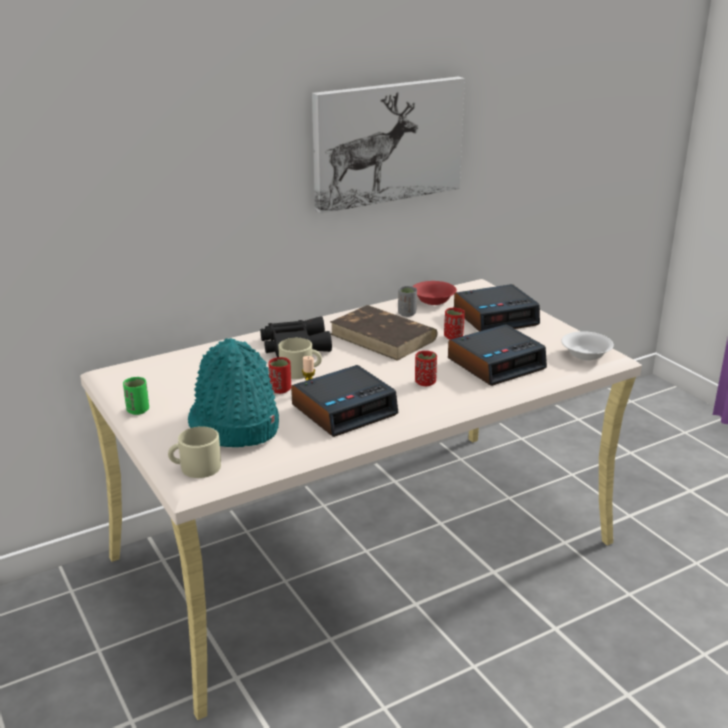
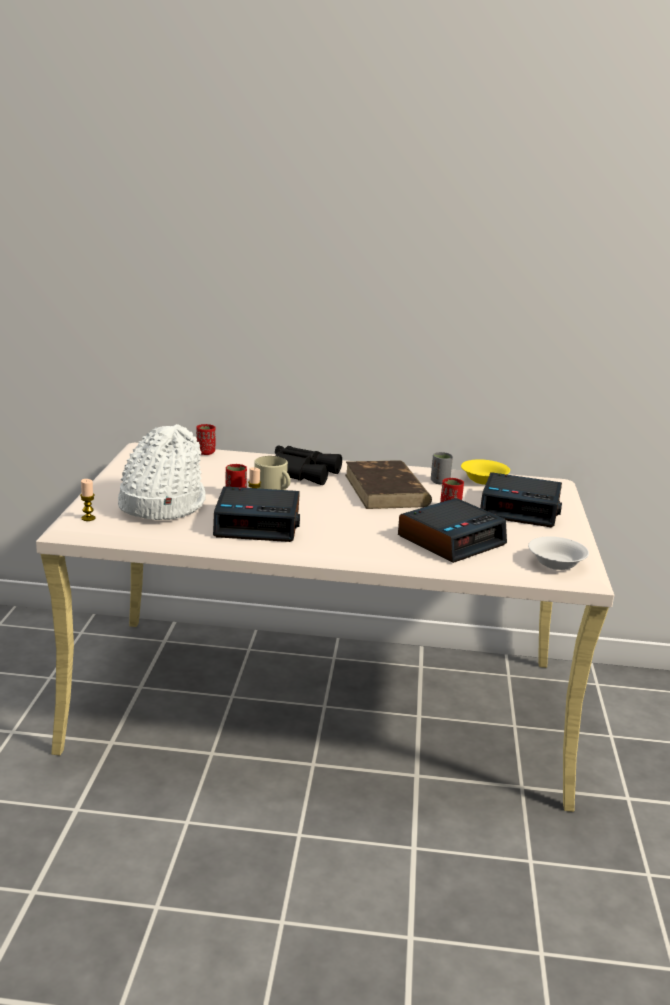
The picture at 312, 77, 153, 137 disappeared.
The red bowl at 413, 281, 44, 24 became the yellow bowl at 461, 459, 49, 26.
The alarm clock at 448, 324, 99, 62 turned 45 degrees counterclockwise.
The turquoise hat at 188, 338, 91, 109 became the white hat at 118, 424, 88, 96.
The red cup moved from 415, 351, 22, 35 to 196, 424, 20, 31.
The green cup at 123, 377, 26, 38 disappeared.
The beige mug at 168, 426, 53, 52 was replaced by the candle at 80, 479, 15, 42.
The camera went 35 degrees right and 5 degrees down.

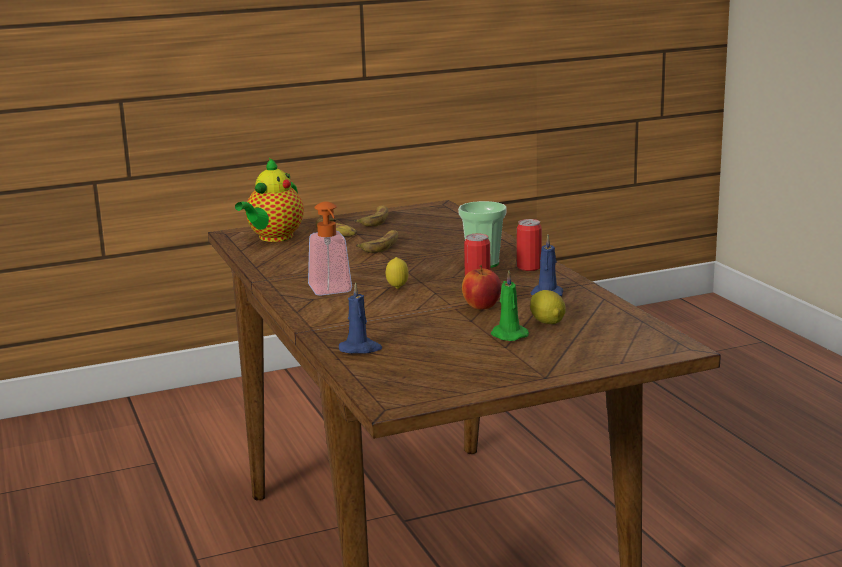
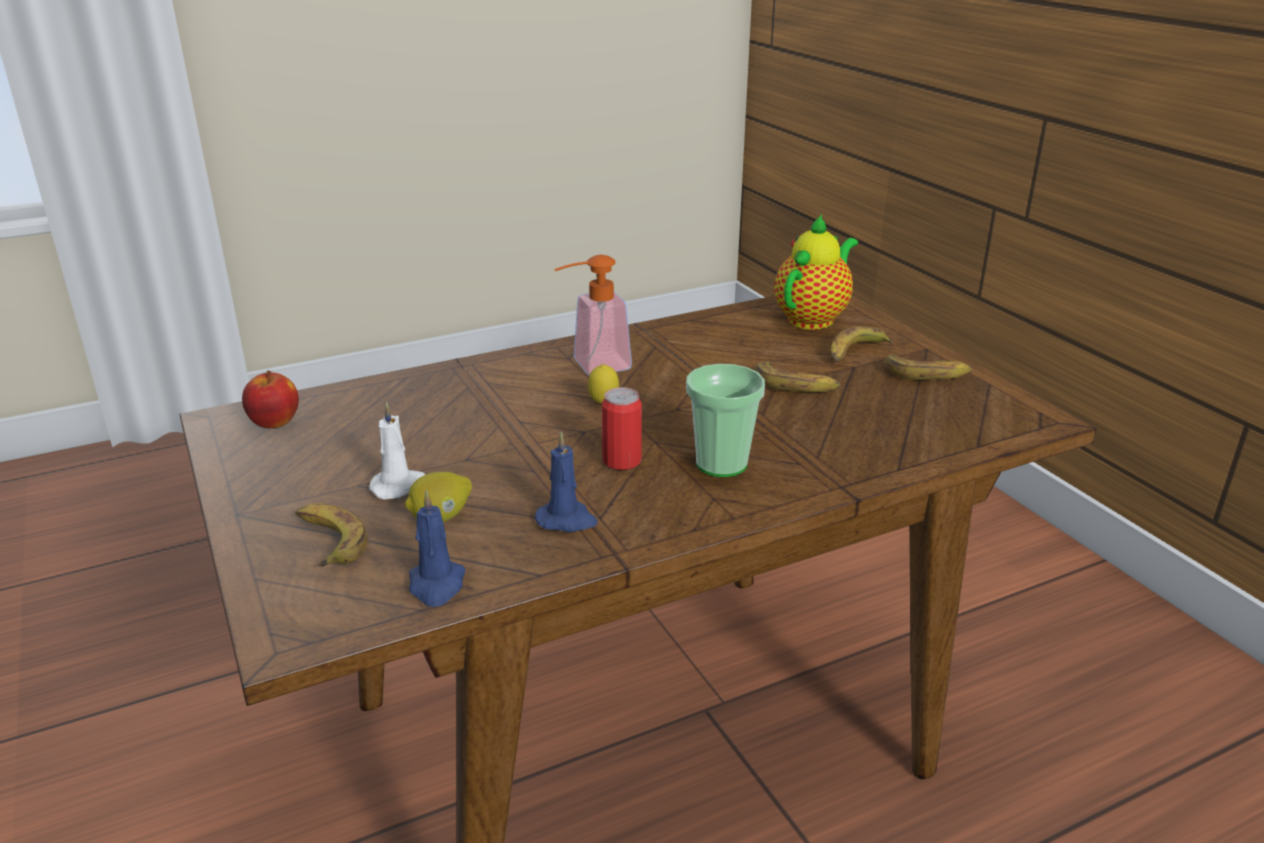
The teapot at 235, 158, 69, 84 turned 105 degrees clockwise.
The can at 517, 219, 25, 52 disappeared.
The apple moved from 462, 265, 39, 44 to 242, 371, 57, 58.
The green candle at 491, 270, 38, 71 became the white candle at 369, 402, 56, 98.
The blue candle moved from 339, 282, 43, 72 to 409, 490, 57, 117.
The banana at 295, 503, 73, 64 appeared.
The camera went 85 degrees right and 10 degrees up.

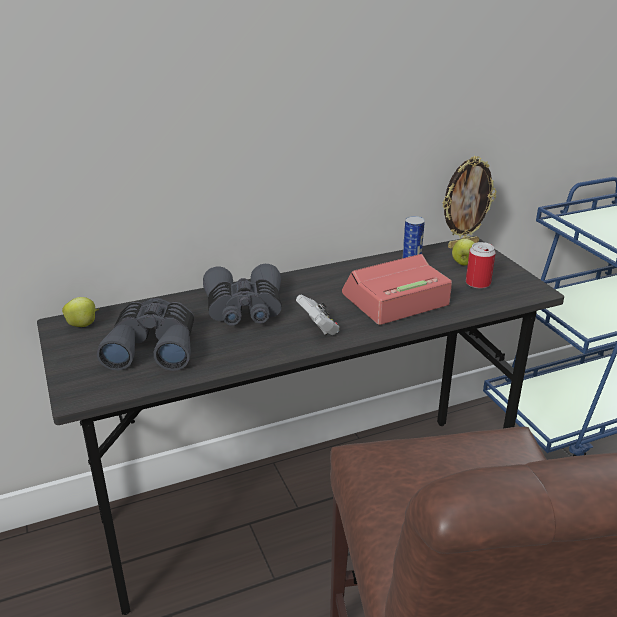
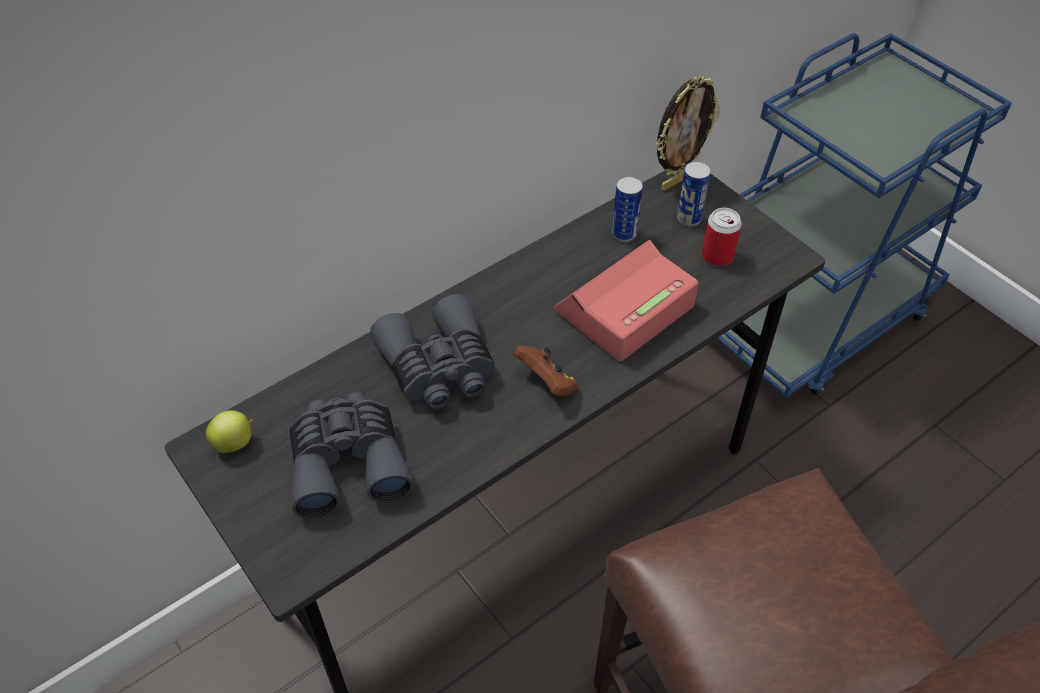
The apple at 452, 239, 22, 26 was replaced by the can at 677, 161, 34, 66.
The white game controller at 296, 295, 44, 40 became the brown game controller at 513, 346, 64, 51.
The camera went 15 degrees left and 20 degrees up.

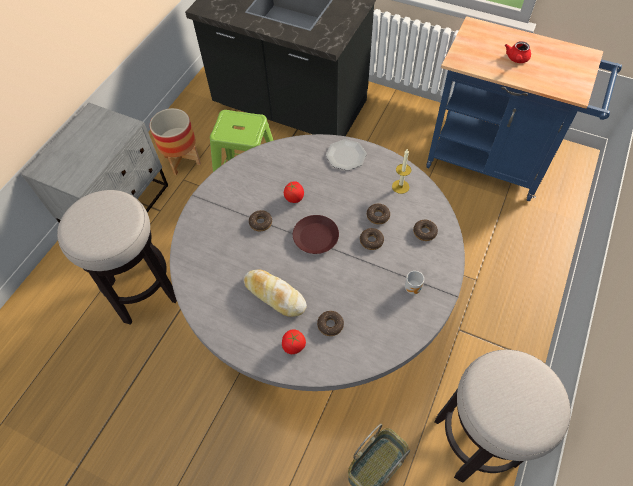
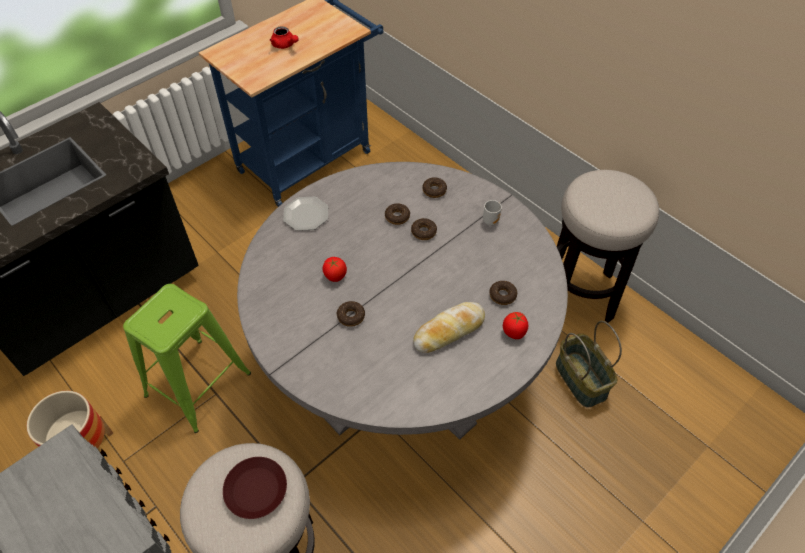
The candle at 392, 149, 19, 45 disappeared.
The brown plate moved from 293, 215, 46, 39 to 223, 457, 64, 62.
The camera went 70 degrees left and 5 degrees down.

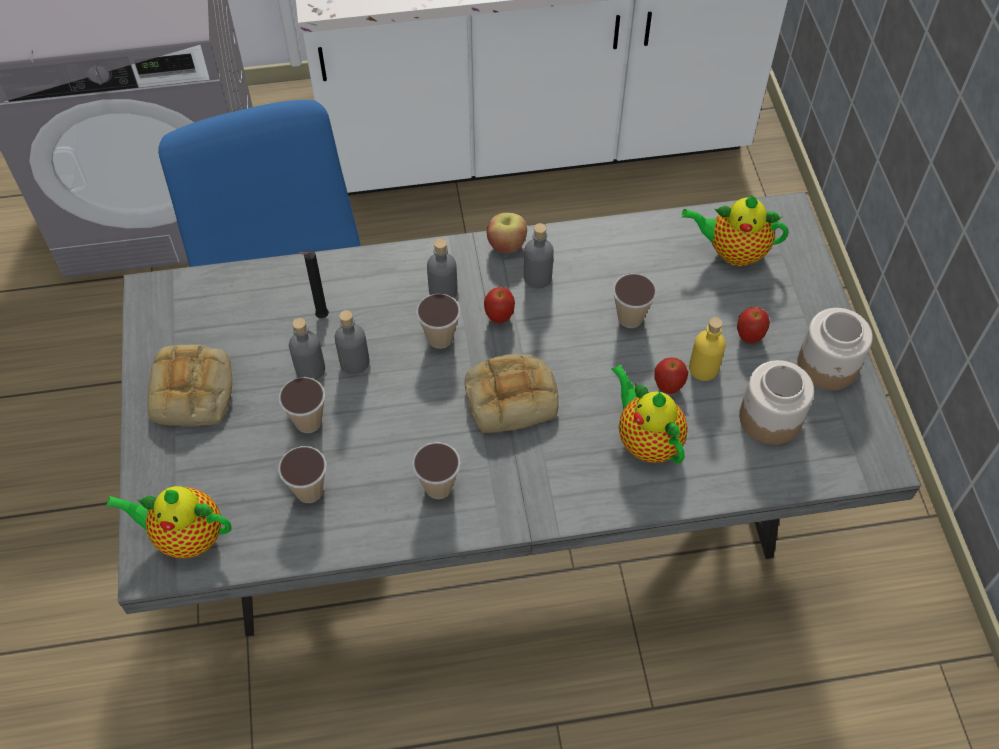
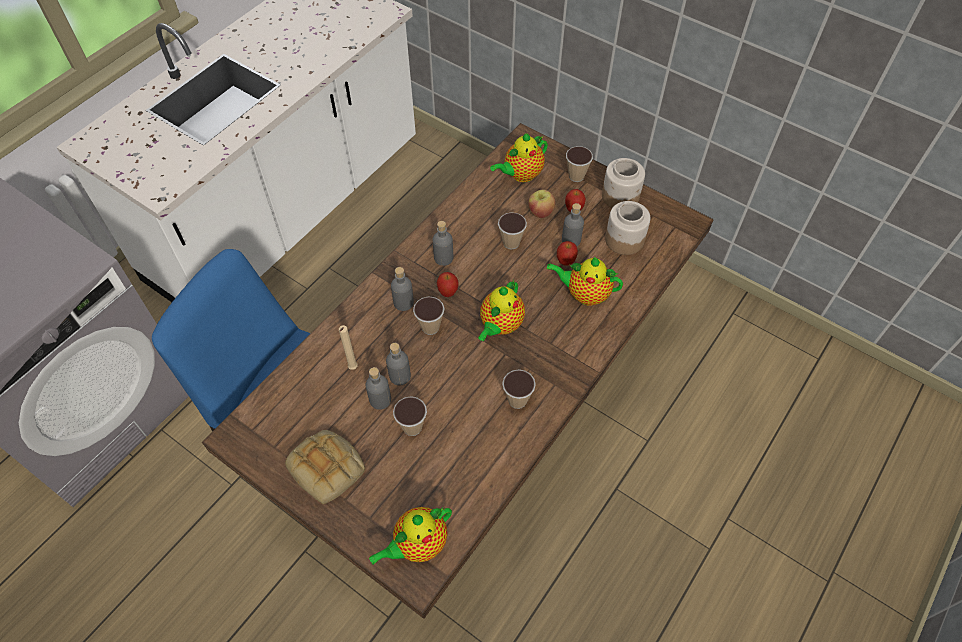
The grey dining table at 118, 192, 803, 444 became the brown dining table at 202, 123, 512, 496.
The apple moved from 487, 213, 40, 40 to 528, 189, 27, 29.
The black candle at 298, 251, 31, 67 became the beige candle at 339, 325, 19, 45.
The yellow bottle at 689, 317, 37, 64 became the grey bottle at 562, 203, 22, 43.
The bread at 464, 354, 95, 79 was replaced by the teapot at 478, 280, 47, 61.
The cup moved from 278, 446, 49, 57 to 566, 146, 27, 36.
The camera went 45 degrees left and 0 degrees up.

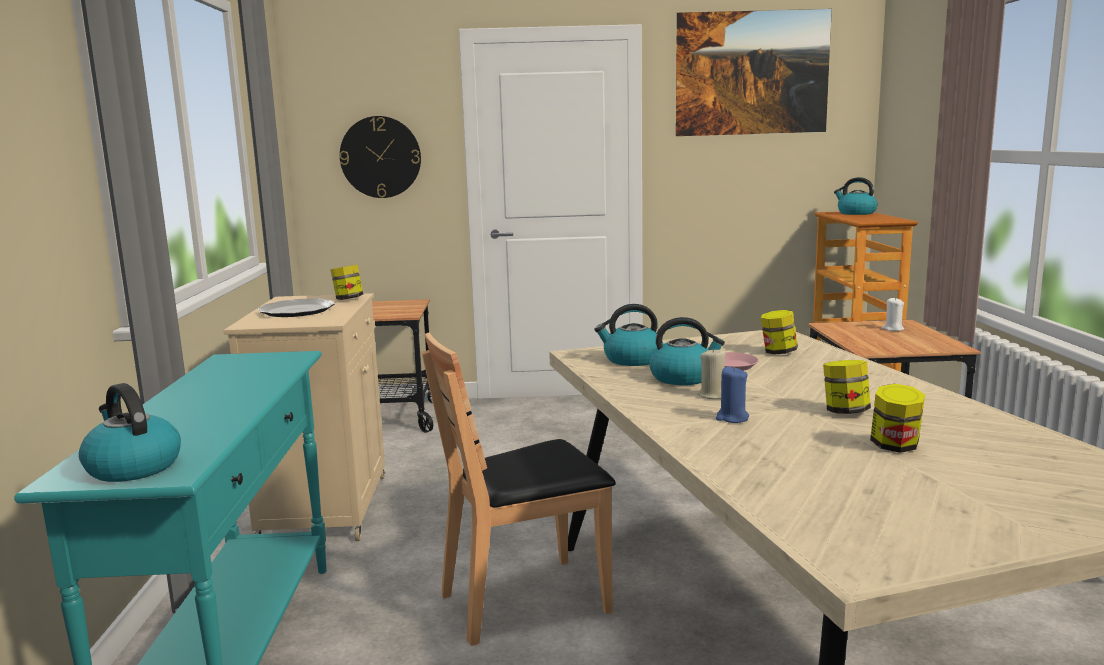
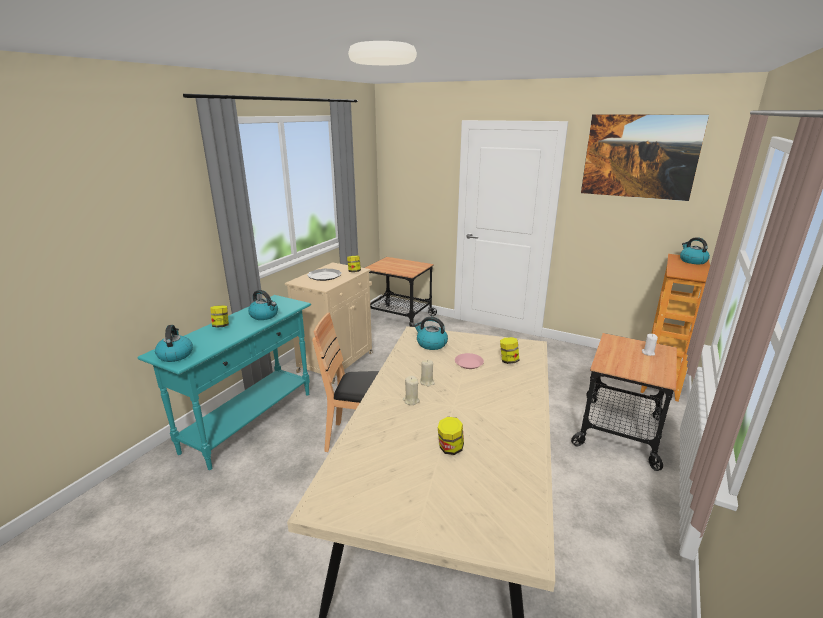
The wall clock at 340, 116, 81, 82 disappeared.
The kettle moved from 649, 317, 76, 68 to 248, 290, 30, 30.
The jar moved from 823, 360, 48, 54 to 210, 305, 19, 22.
The blue candle at 716, 366, 33, 57 became the beige candle at 403, 376, 17, 29.
The camera went 30 degrees right and 10 degrees up.

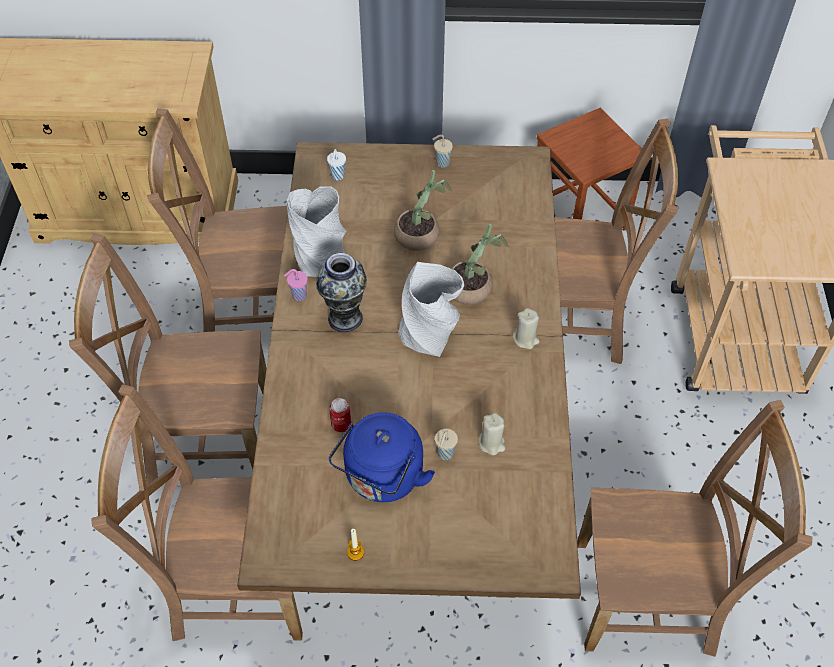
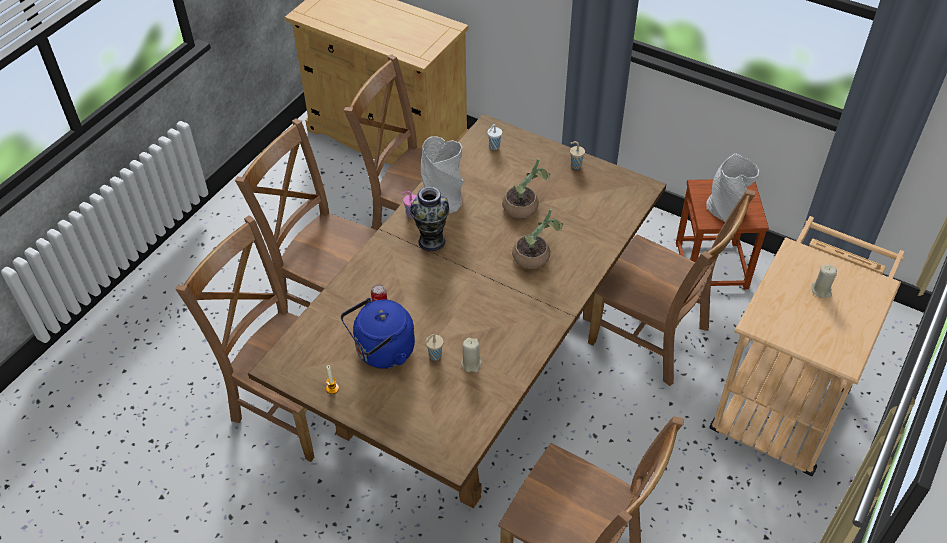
The grey vase moved from 398, 262, 66, 95 to 707, 153, 52, 69.
The beige candle moved from 513, 308, 27, 41 to 812, 264, 25, 34.
The camera went 30 degrees right and 5 degrees down.

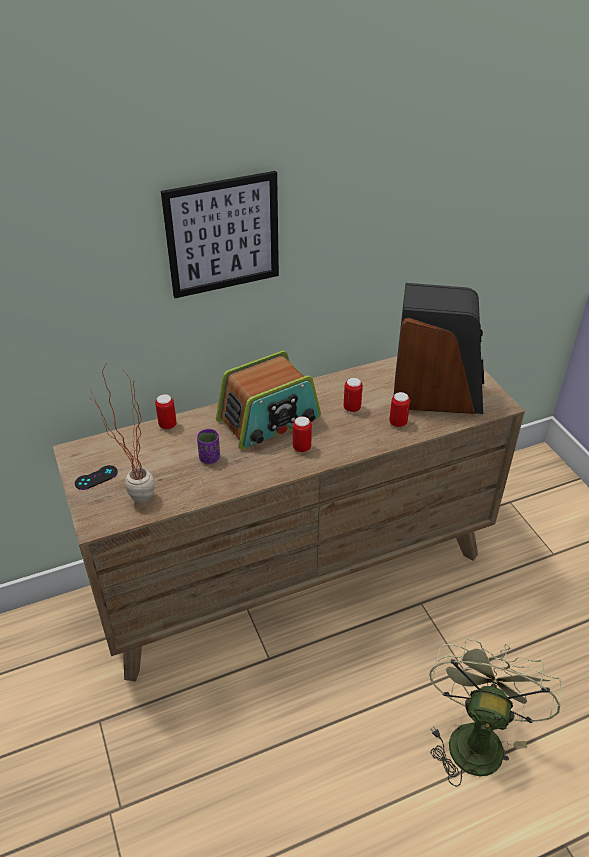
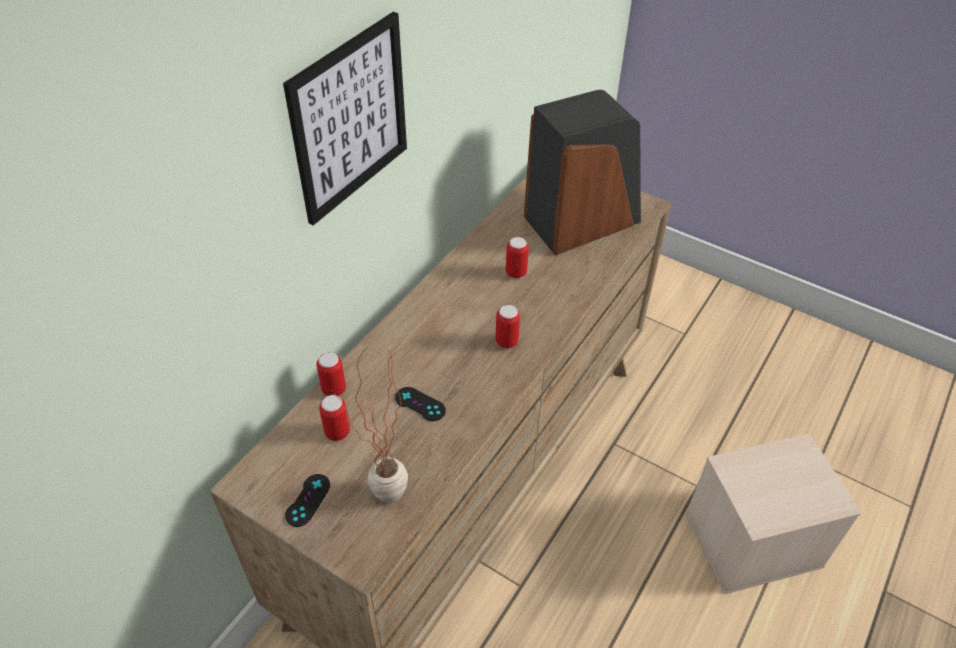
The radio at 216, 350, 105, 100 disappeared.
The can moved from 389, 392, 21, 35 to 319, 395, 31, 46.
The purple cup at 197, 429, 23, 35 was replaced by the black game controller at 395, 387, 51, 34.
The green fan at 429, 638, 133, 149 was replaced by the beige storage box at 685, 433, 177, 161.
The camera went 35 degrees left and 5 degrees up.

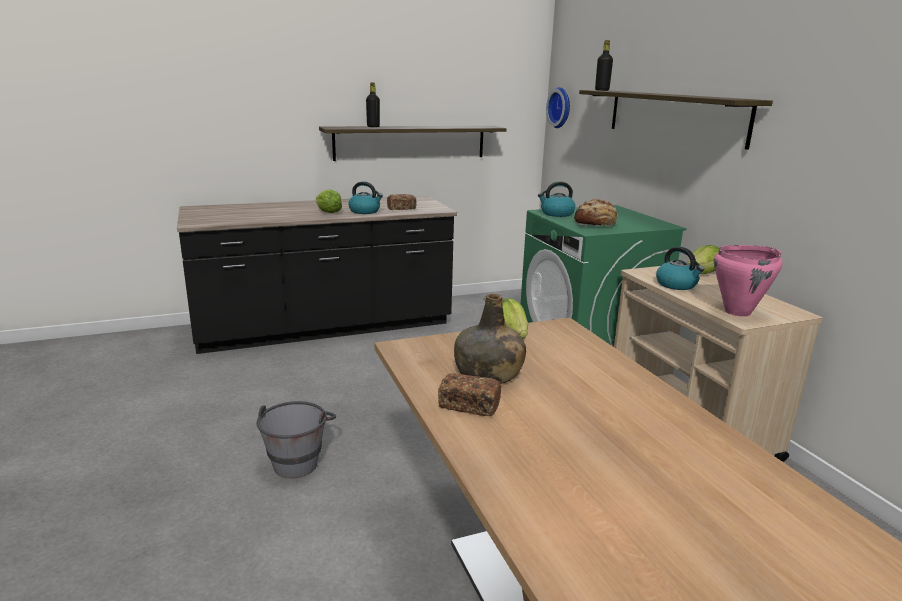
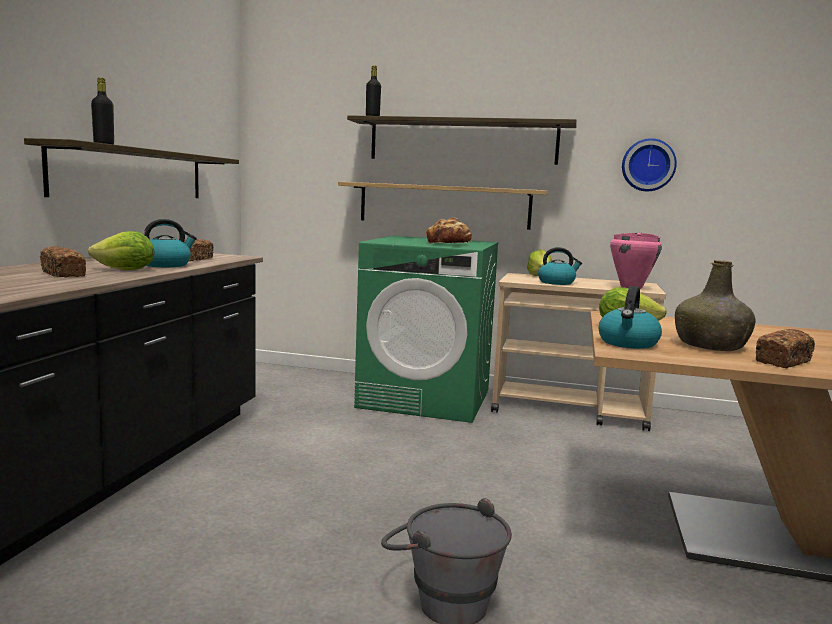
The wall clock moved from 546, 87, 24, 41 to 622, 138, 55, 53.
The kettle moved from 538, 182, 37, 35 to 598, 286, 64, 63.
The shelf at 338, 182, 210, 48 appeared.
The bread at 40, 246, 46, 31 appeared.
The camera went 55 degrees left and 10 degrees down.

